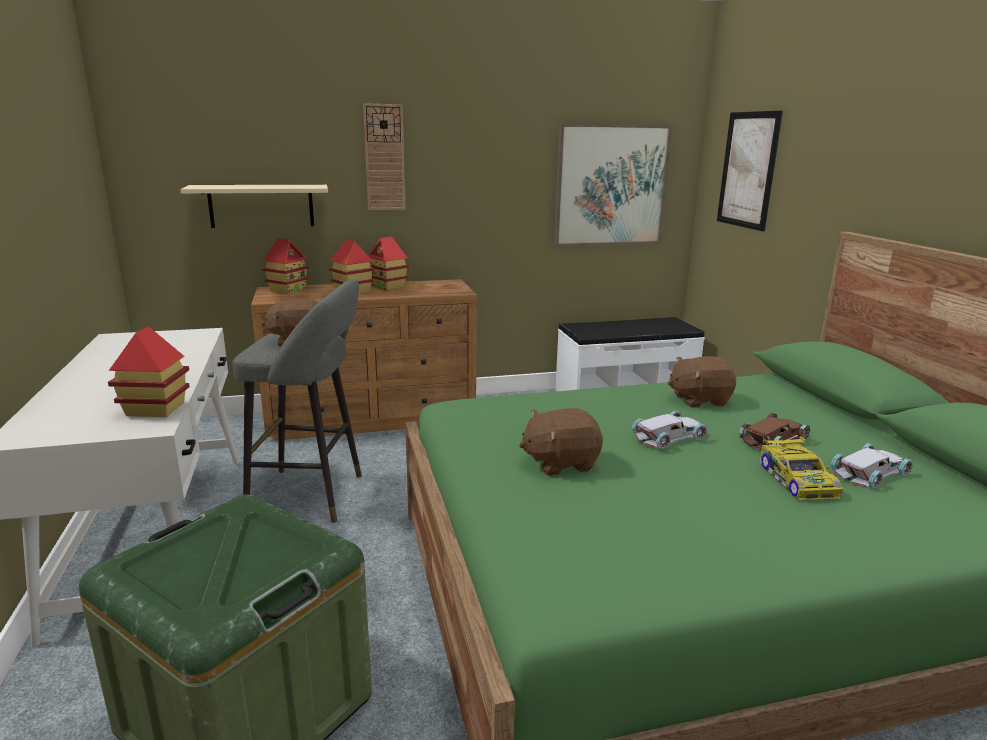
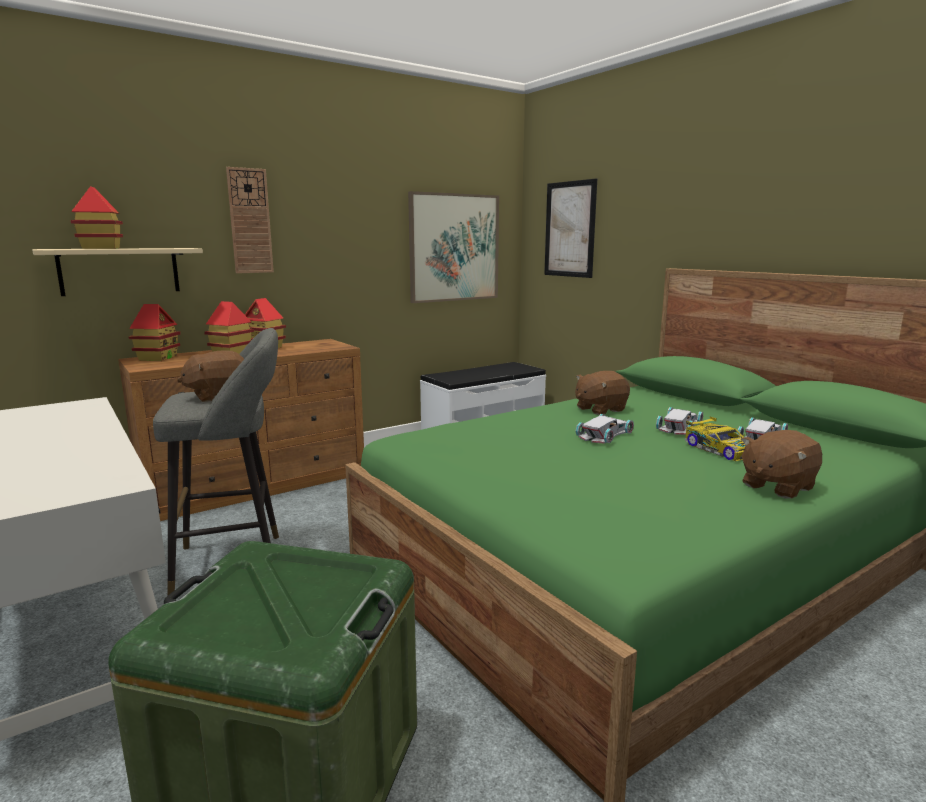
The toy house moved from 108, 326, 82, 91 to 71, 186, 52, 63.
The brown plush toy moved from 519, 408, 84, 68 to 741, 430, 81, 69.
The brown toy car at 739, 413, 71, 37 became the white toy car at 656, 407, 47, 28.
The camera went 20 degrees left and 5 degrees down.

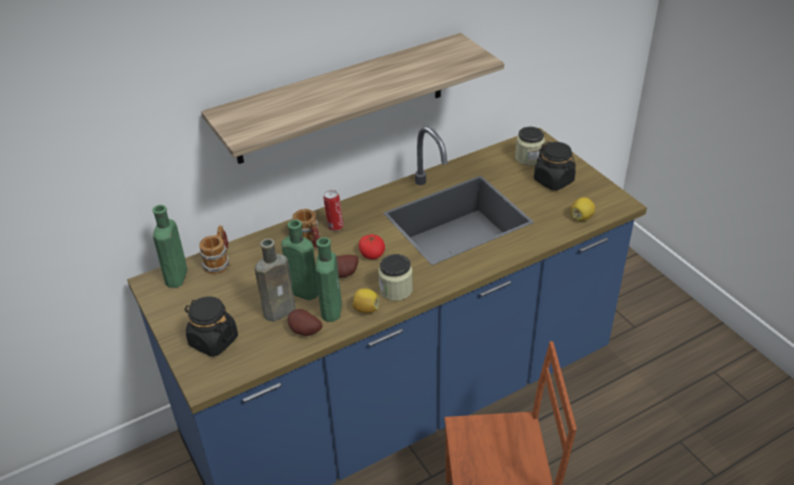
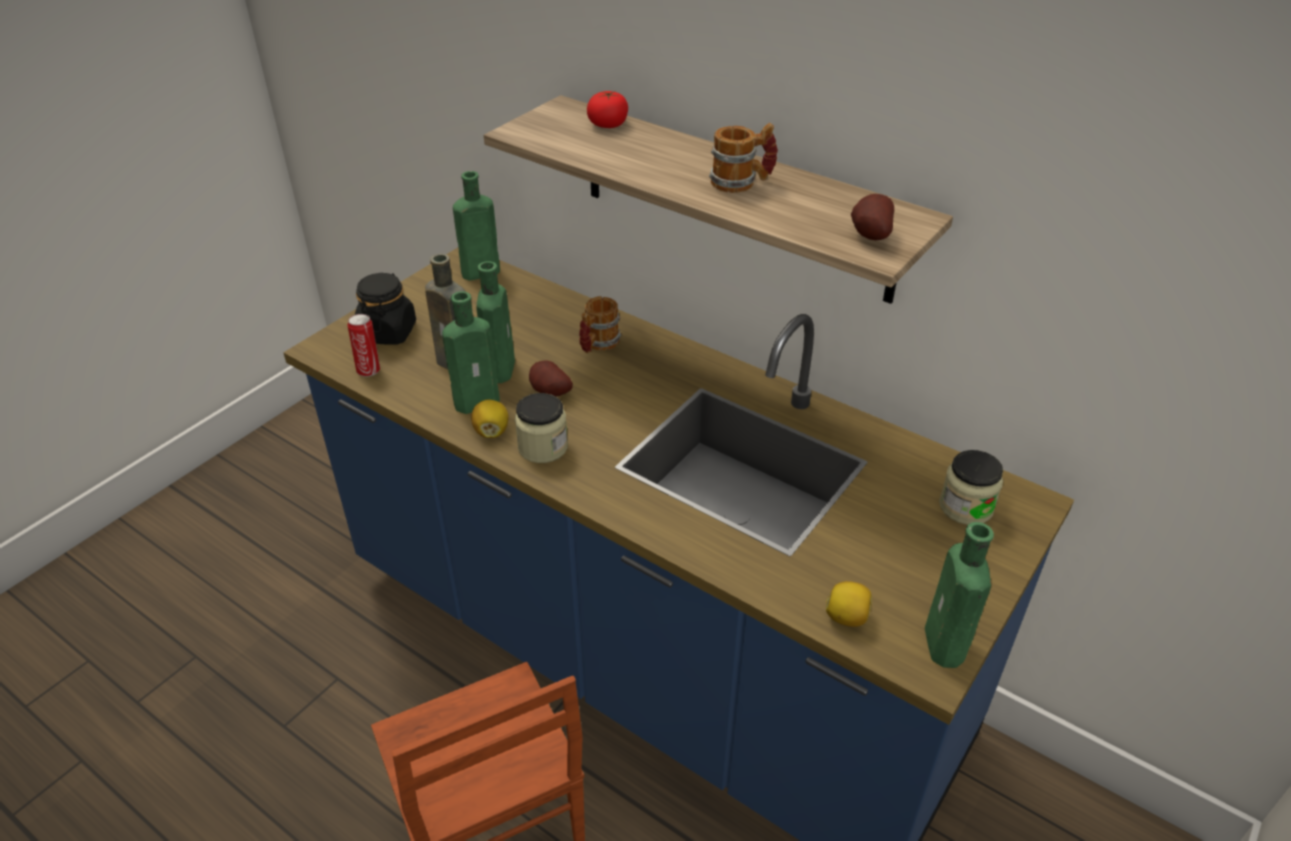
The black jar at 534, 141, 42, 50 disappeared.
The can moved from 323, 190, 21, 41 to 348, 314, 32, 63.
The mug moved from 199, 226, 31, 48 to 709, 123, 69, 70.
The tomato moved from 359, 234, 26, 25 to 587, 91, 41, 37.
The potato moved from 288, 309, 34, 27 to 851, 194, 43, 46.
The green bottle at 925, 522, 69, 146 appeared.
The camera went 65 degrees right and 0 degrees up.

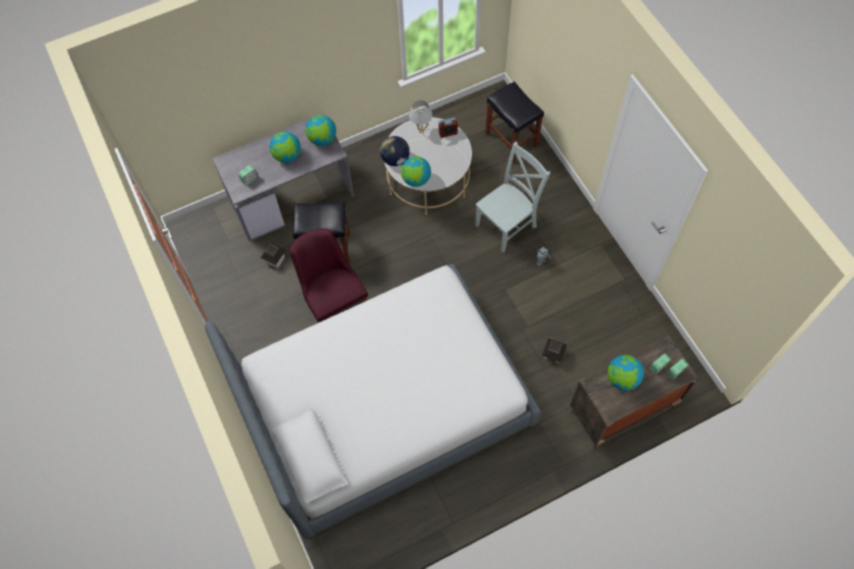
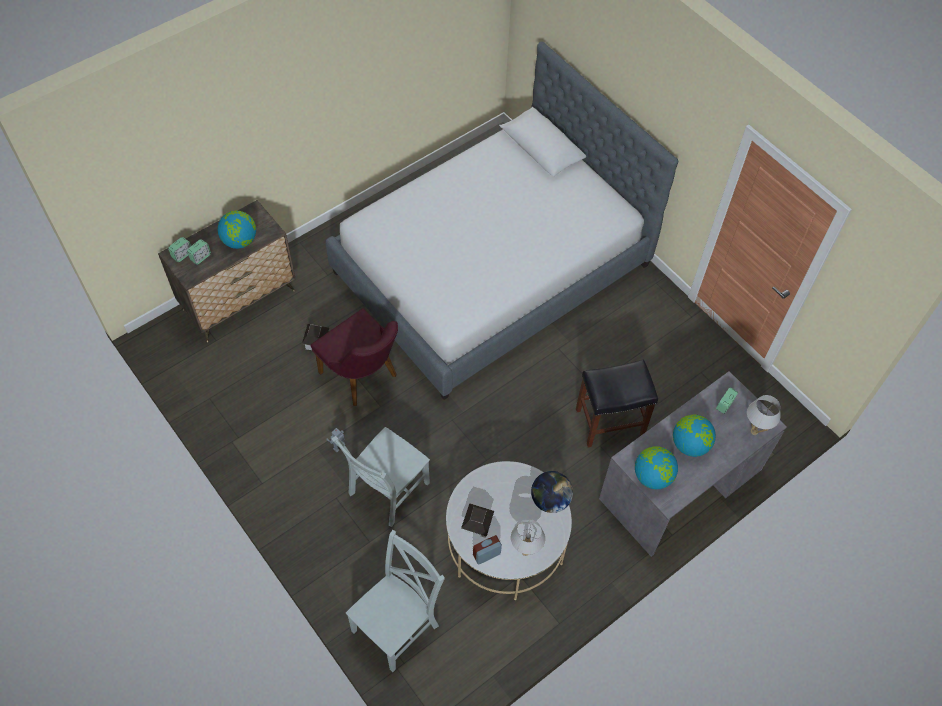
The black stool at 485, 82, 59, 81 was replaced by the grey chair at 346, 530, 99, 142.
The globe at 401, 156, 30, 31 disappeared.
The purple chair moved from 290, 228, 78, 95 to 310, 308, 88, 98.
The toy house moved from 260, 243, 26, 25 to 461, 503, 33, 34.
The white table lamp at 747, 395, 33, 40 appeared.
The camera went 165 degrees right and 5 degrees down.

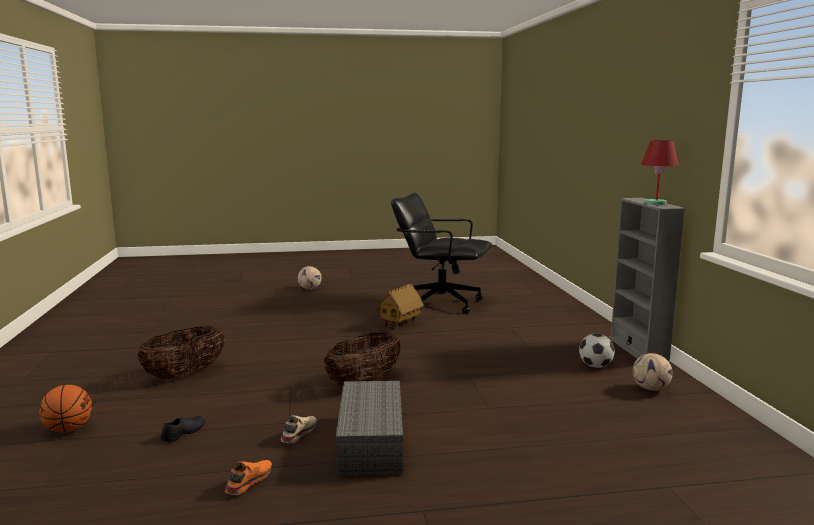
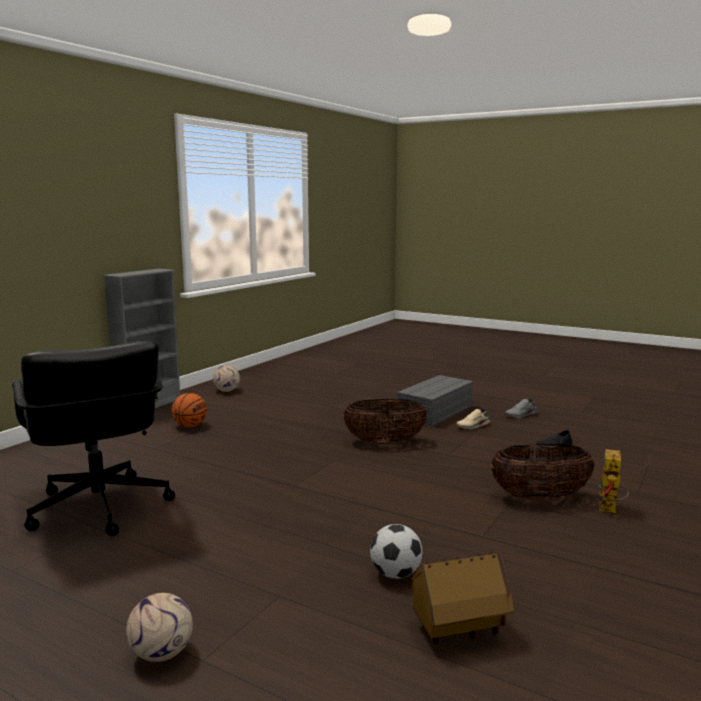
The red table lamp at 641, 140, 38, 65 disappeared.
The toy house moved from 376, 283, 48, 50 to 409, 552, 105, 93.
The football moved from 579, 333, 36, 35 to 370, 524, 53, 55.
The basketball moved from 39, 385, 53, 48 to 172, 393, 35, 34.
The orange shoe at 225, 460, 47, 35 became the grey shoe at 505, 399, 32, 19.
The toy robot at 597, 449, 32, 64 appeared.
The camera went 140 degrees left and 0 degrees up.

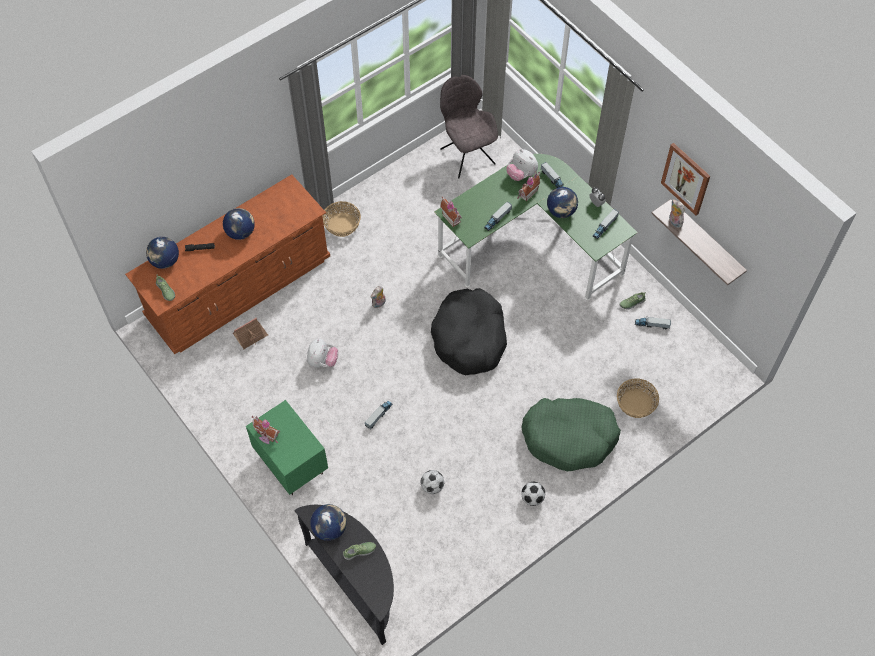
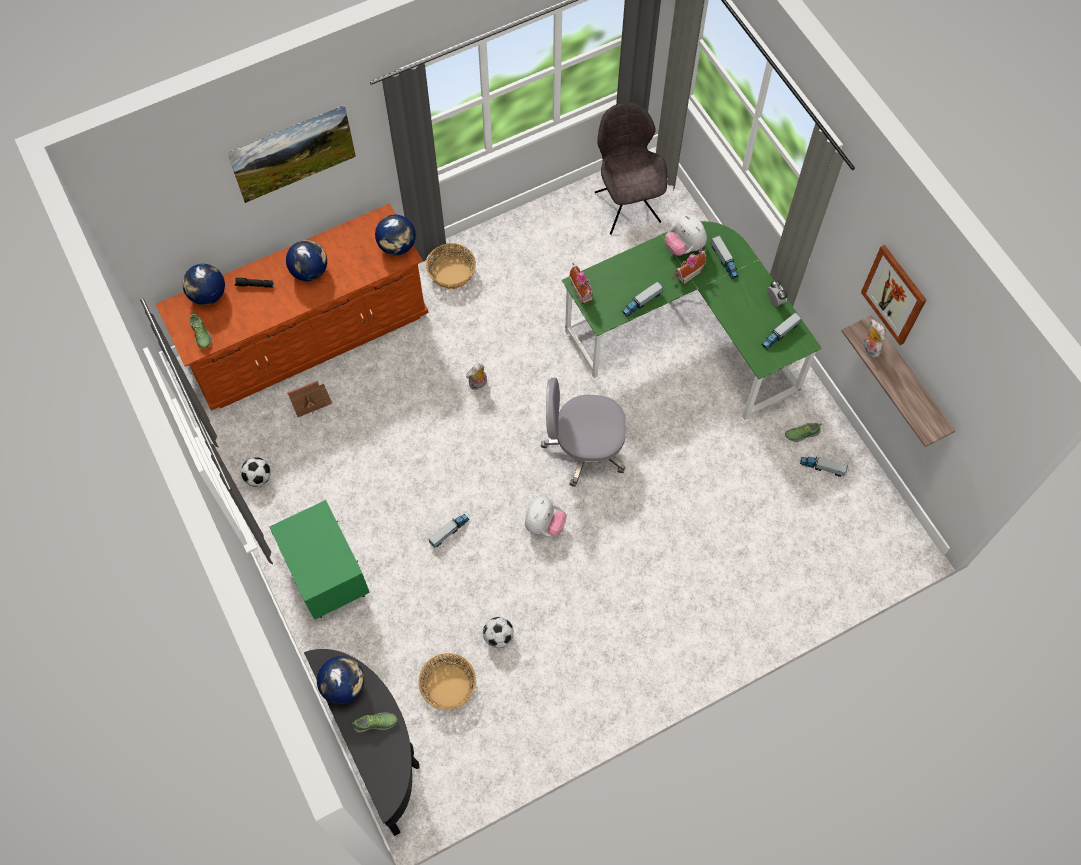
The globe moved from 547, 187, 31, 31 to 375, 215, 41, 40.
The black dog bed at 431, 288, 76, 87 was replaced by the grey office chair at 541, 378, 85, 109.
The plush toy moved from 307, 338, 31, 30 to 525, 497, 42, 39.
The basket moved from 617, 378, 42, 40 to 418, 653, 58, 57.
The green dog bed at 521, 398, 100, 73 disappeared.
The toy house at 252, 416, 28, 28 disappeared.
The football moved from 521, 482, 24, 24 to 241, 457, 30, 30.
The picture at 227, 105, 129, 98 appeared.
The camera went 10 degrees right and 5 degrees up.

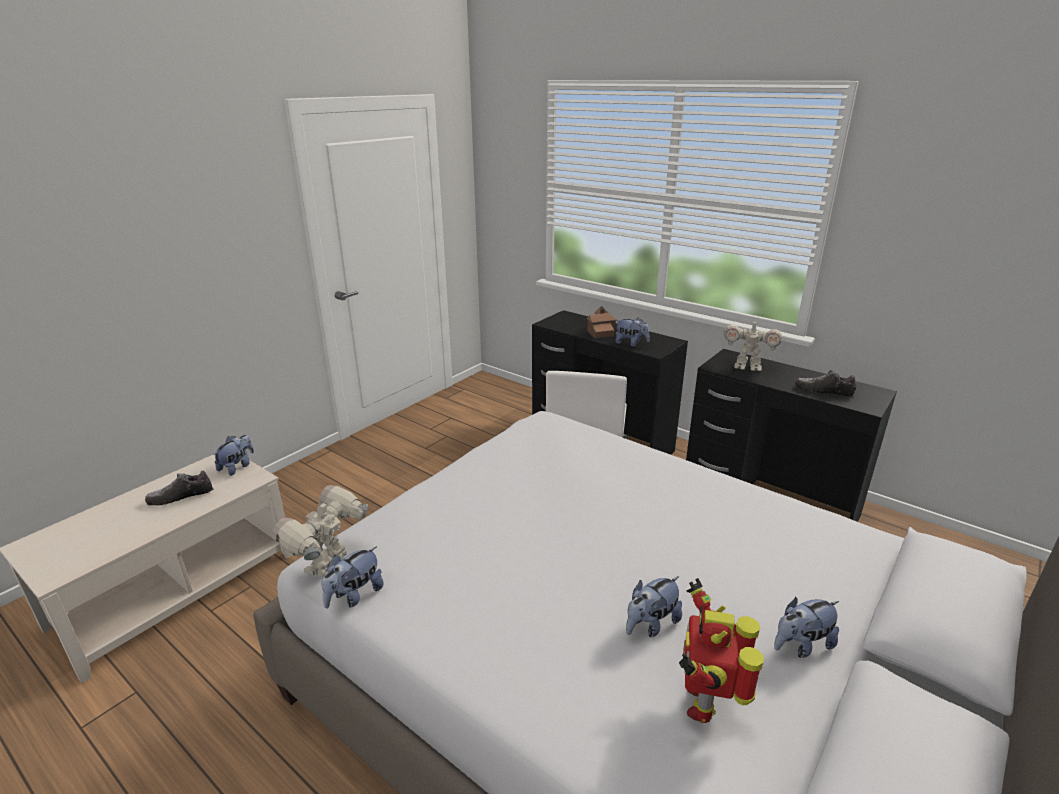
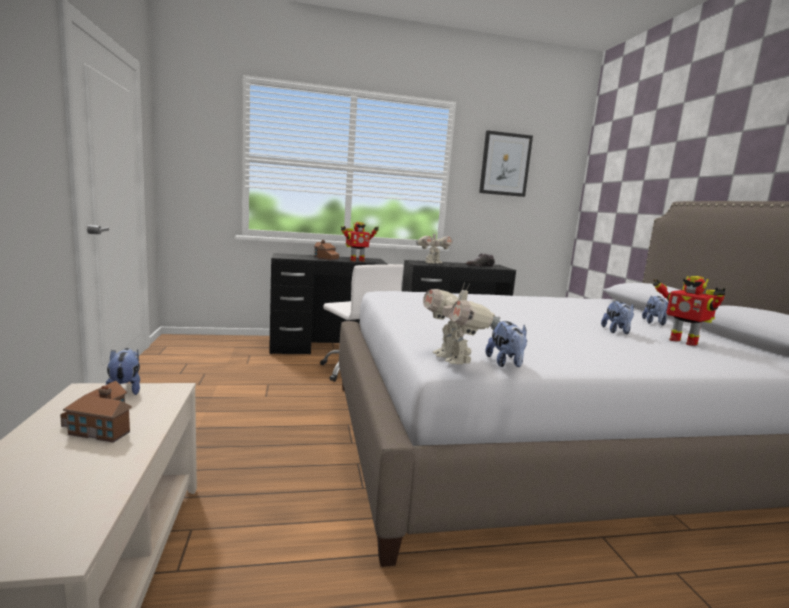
The plush toy at 615, 318, 35, 29 was replaced by the toy robot at 341, 222, 38, 40.
The shoe at 145, 471, 69, 35 was replaced by the toy house at 60, 381, 72, 62.
The picture at 479, 130, 54, 67 appeared.
The camera went 50 degrees left and 15 degrees down.

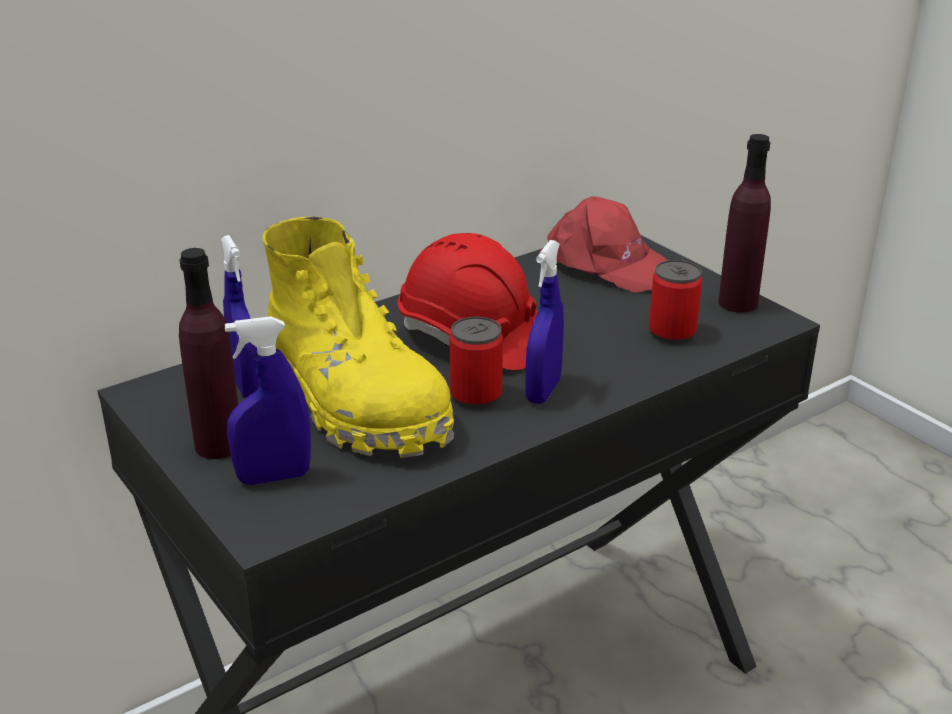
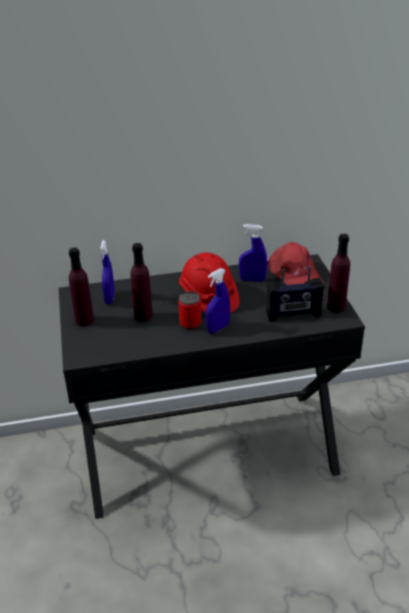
The yellow boot at 262, 216, 192, 242 was replaced by the purple bottle at 131, 243, 22, 79.
The can at 649, 260, 53, 84 was replaced by the radio at 266, 266, 58, 55.
The blue spray bottle moved from 225, 316, 86, 169 to 239, 224, 28, 58.
The camera went 25 degrees right and 5 degrees up.

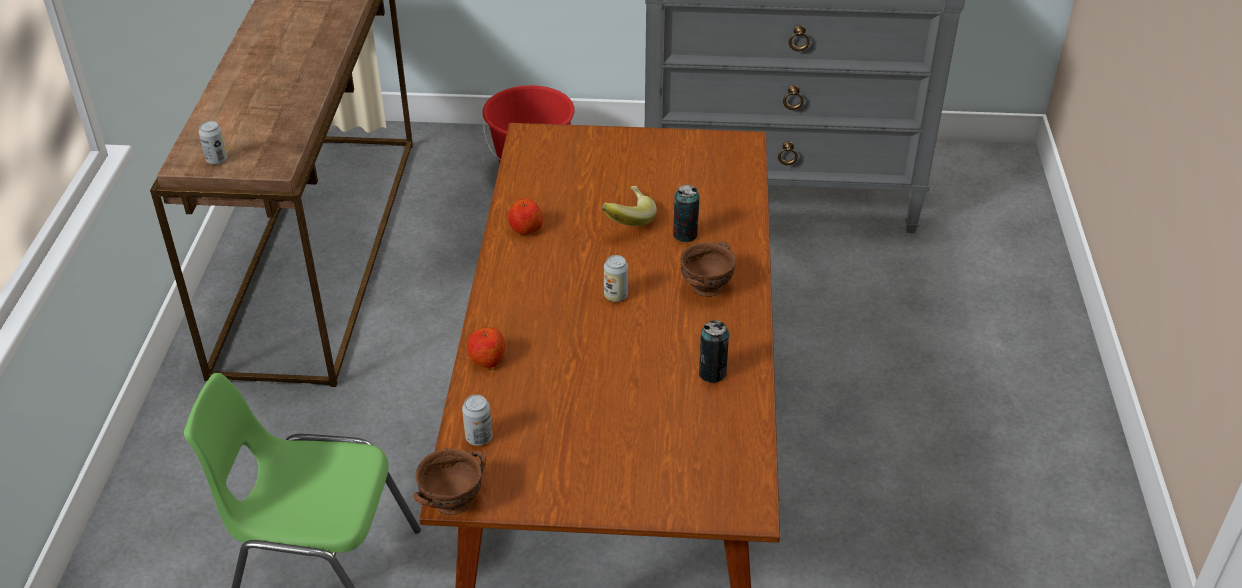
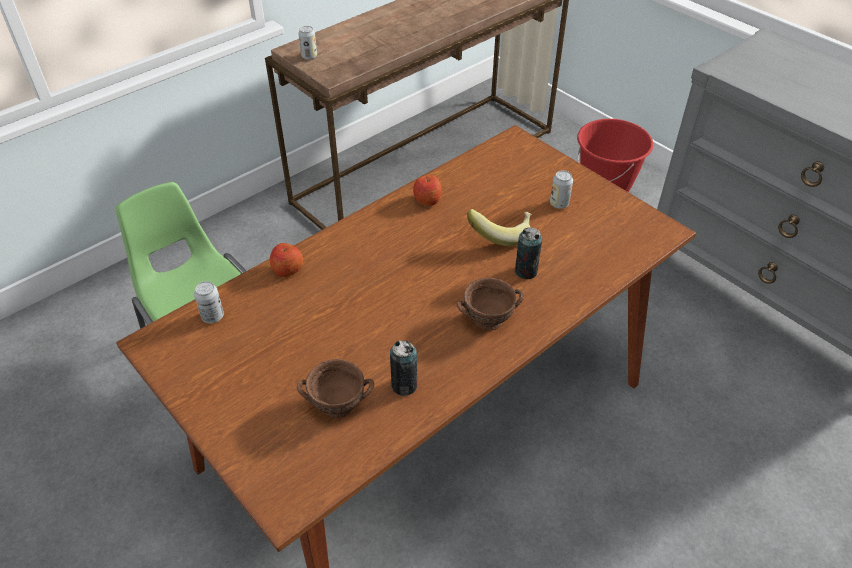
The can moved from 604, 255, 24, 47 to 550, 171, 23, 38.
The brown bowl moved from 413, 448, 73, 67 to 297, 359, 77, 59.
The camera went 45 degrees right and 5 degrees up.

